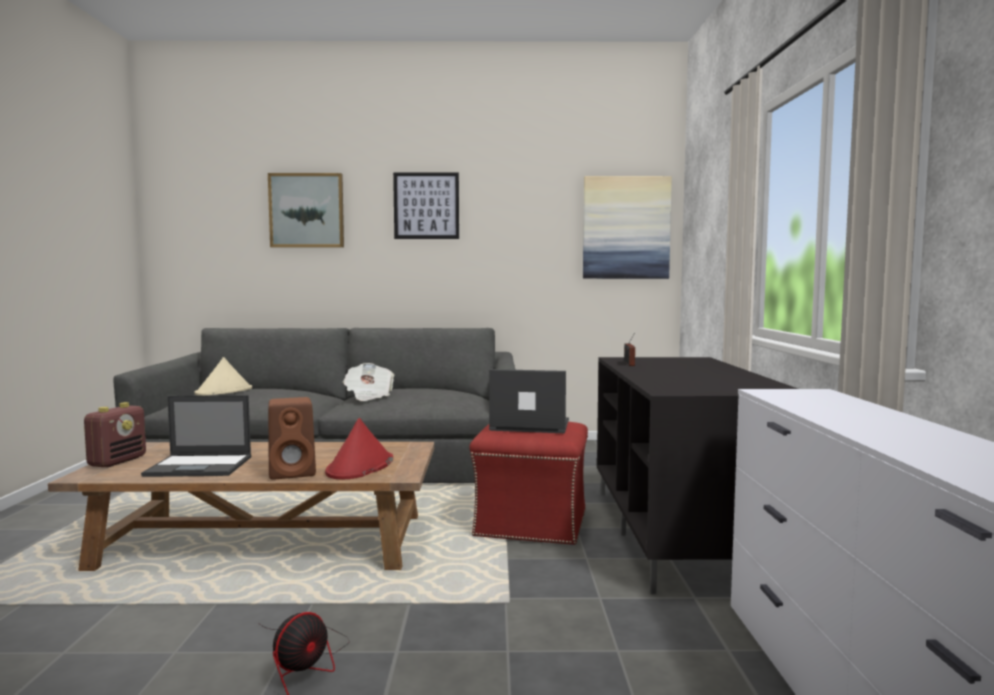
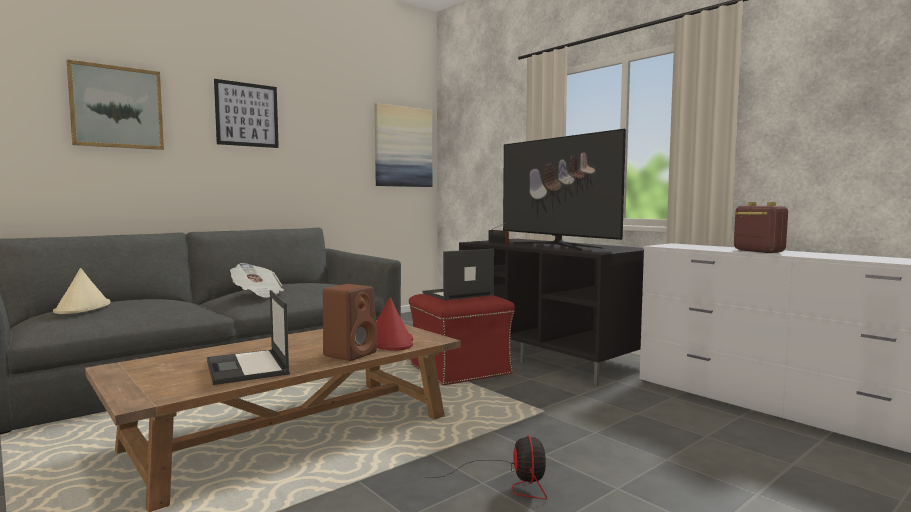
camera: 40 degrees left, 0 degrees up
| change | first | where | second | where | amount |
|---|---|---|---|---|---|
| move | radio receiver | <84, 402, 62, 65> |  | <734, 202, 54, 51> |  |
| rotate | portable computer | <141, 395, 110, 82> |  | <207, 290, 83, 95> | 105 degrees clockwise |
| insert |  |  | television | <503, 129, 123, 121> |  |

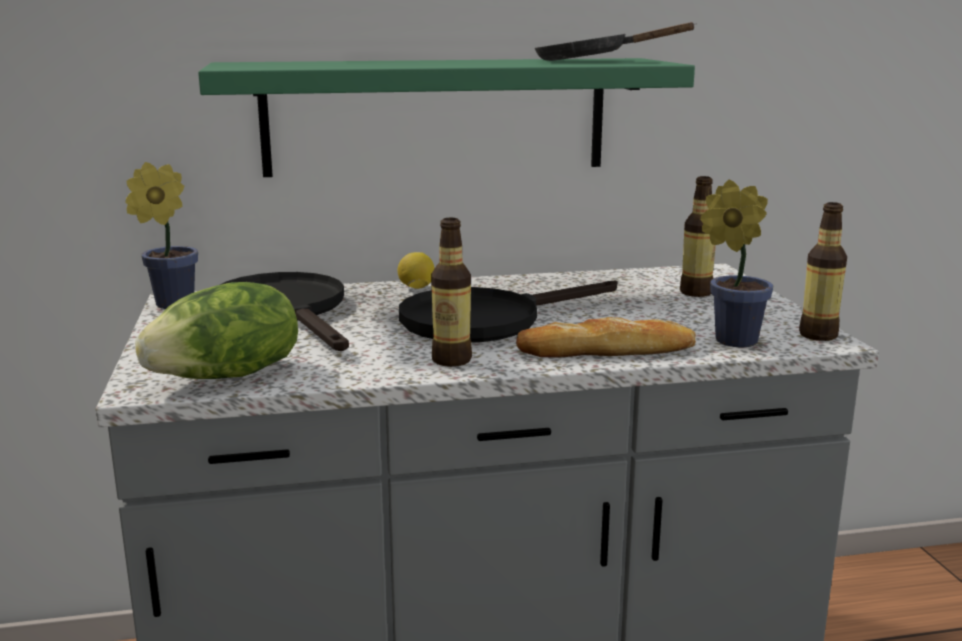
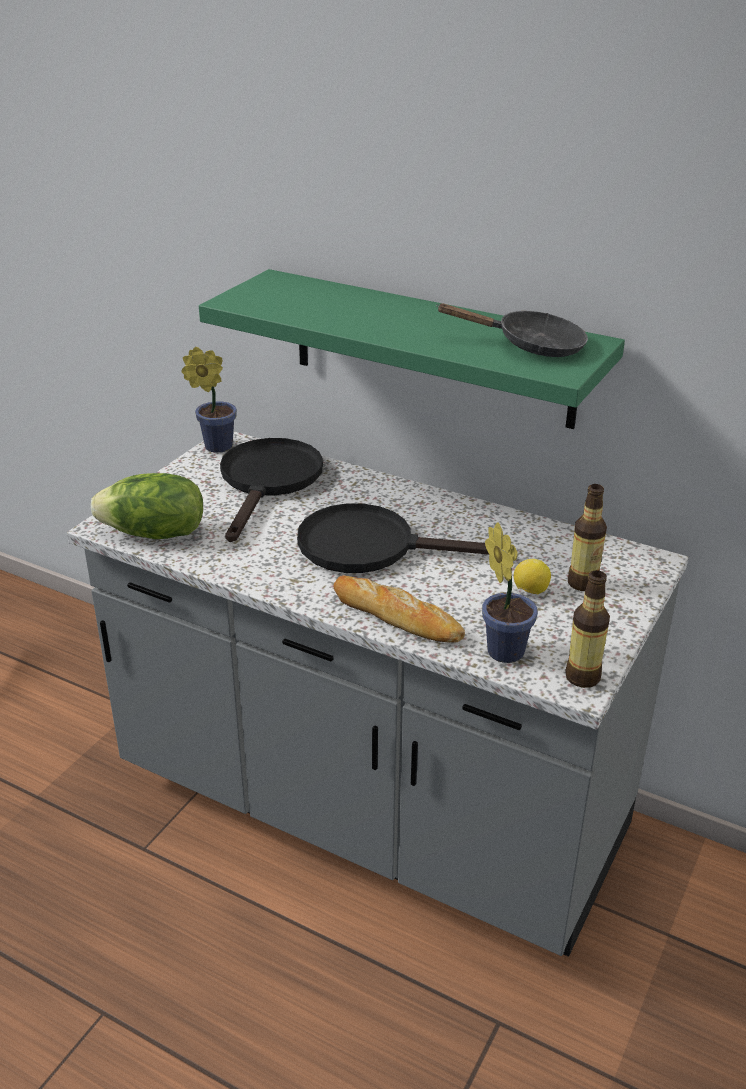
camera: 40 degrees right, 15 degrees up
| change | first | where | second | where | amount |
|---|---|---|---|---|---|
| move | whole lemon | <397, 252, 38, 37> |  | <514, 559, 37, 35> |  |
| delete | drink bottle | <431, 218, 41, 149> |  |  |  |
| rotate | black-coloured frying pan | <535, 22, 162, 39> |  | <436, 303, 152, 54> | 135 degrees clockwise |

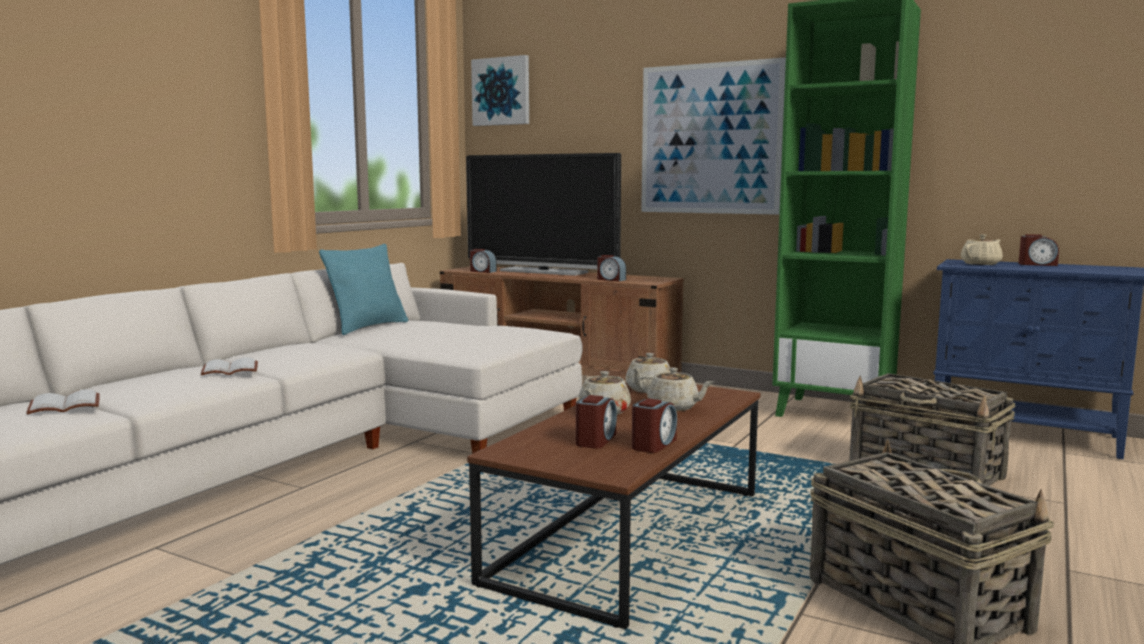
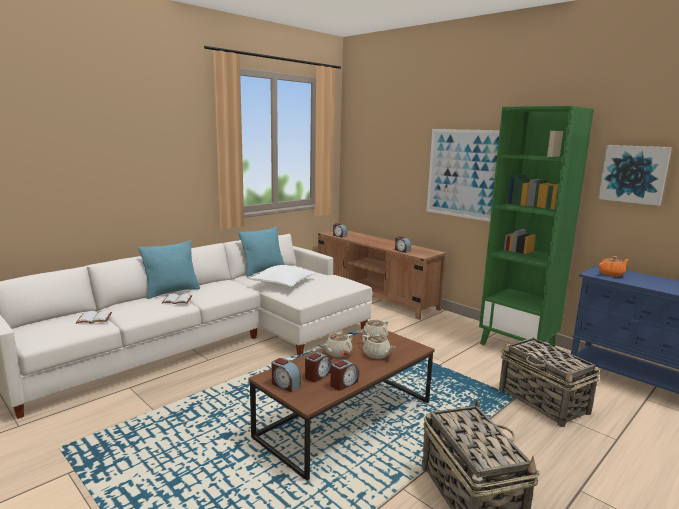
camera: 15 degrees right, 5 degrees up
| change | first | where | second | where | amount |
|---|---|---|---|---|---|
| delete | television | <466, 153, 155, 123> |  |  |  |
| move | wall art | <471, 55, 58, 71> |  | <598, 145, 74, 61> |  |
| recolor | sand-coloured tea pot | <961, 234, 42, 31> | orangey tea pot | <599, 256, 30, 20> |  |
| move | table clock | <1019, 234, 40, 32> |  | <272, 358, 29, 34> |  |
| insert |  |  | turquoise pillow | <138, 240, 62, 59> |  |
| insert |  |  | whitish pillow | <250, 265, 66, 22> |  |

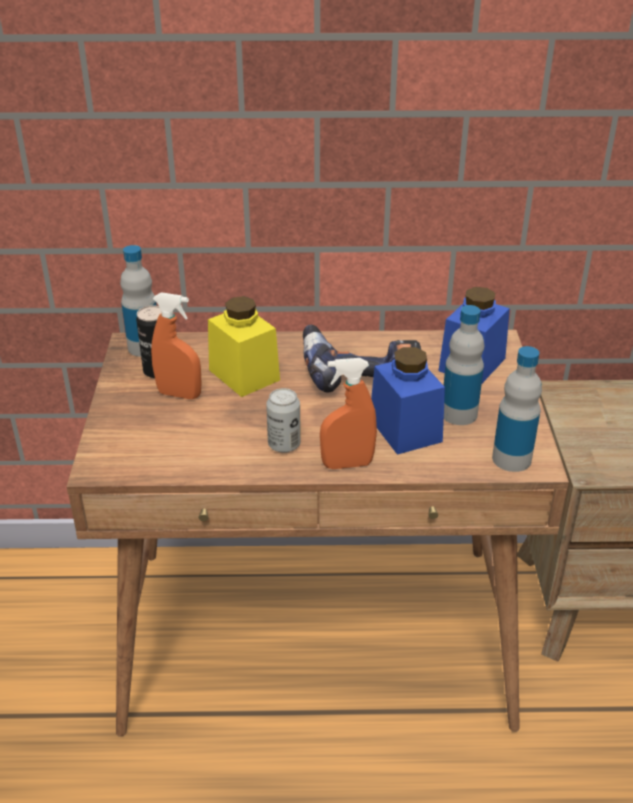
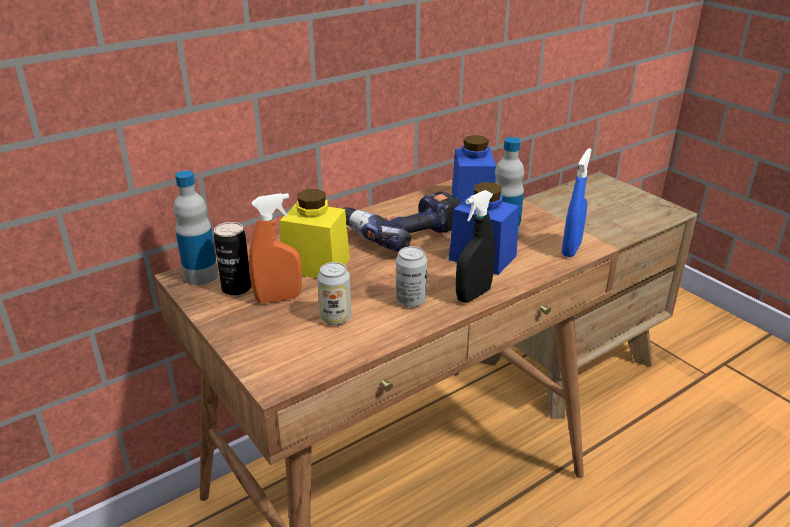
camera: 35 degrees left, 5 degrees down
| change | first | where | second | where | amount |
|---|---|---|---|---|---|
| recolor | orangey spray bottle | <320, 358, 57, 111> | black-coloured spray bottle | <456, 190, 39, 113> |  |
| replace | drink bottle | <492, 346, 50, 126> | bluish spray bottle | <562, 148, 30, 109> |  |
| insert |  |  | metal can | <317, 262, 34, 63> |  |

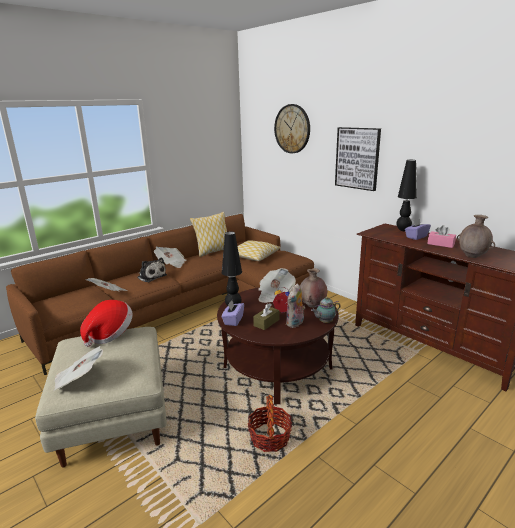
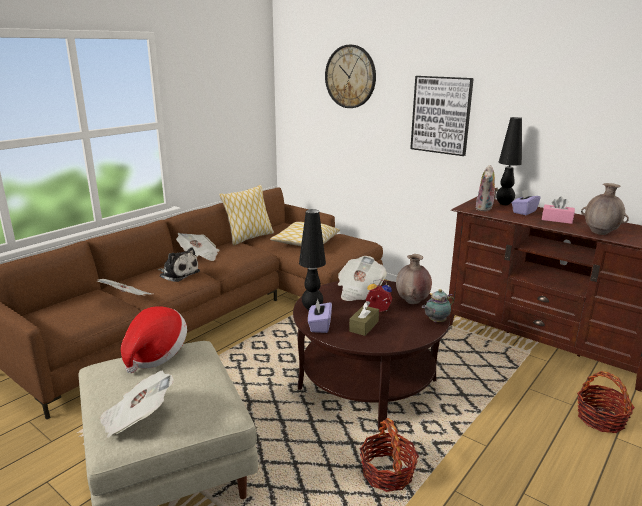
camera: 10 degrees left, 0 degrees up
| change | first | where | second | where | amount |
|---|---|---|---|---|---|
| move | soft toy | <286, 284, 19, 44> |  | <476, 165, 22, 46> |  |
| insert |  |  | household basket | <577, 371, 58, 62> |  |

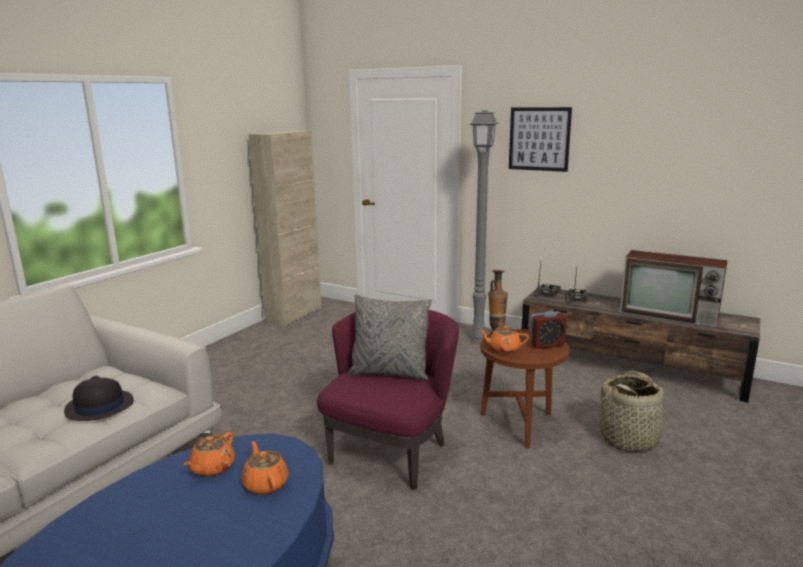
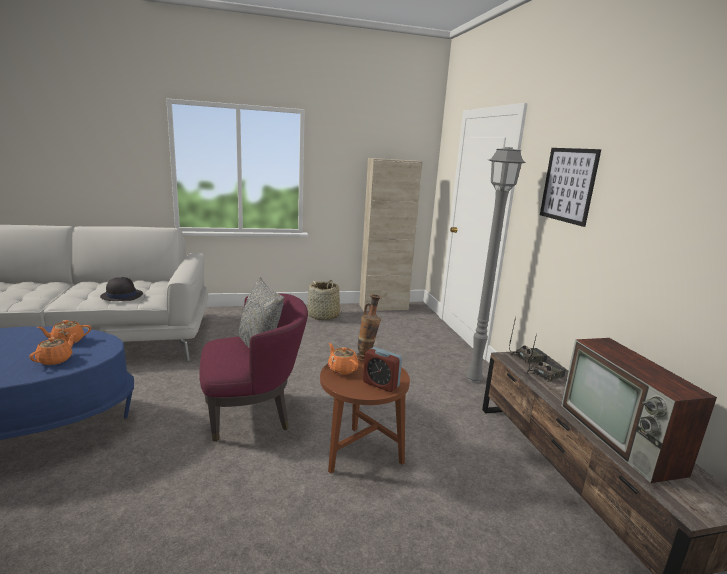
camera: 45 degrees right, 0 degrees up
| change | first | where | second | where | amount |
|---|---|---|---|---|---|
| move | household basket | <597, 370, 74, 82> |  | <308, 280, 34, 41> |  |

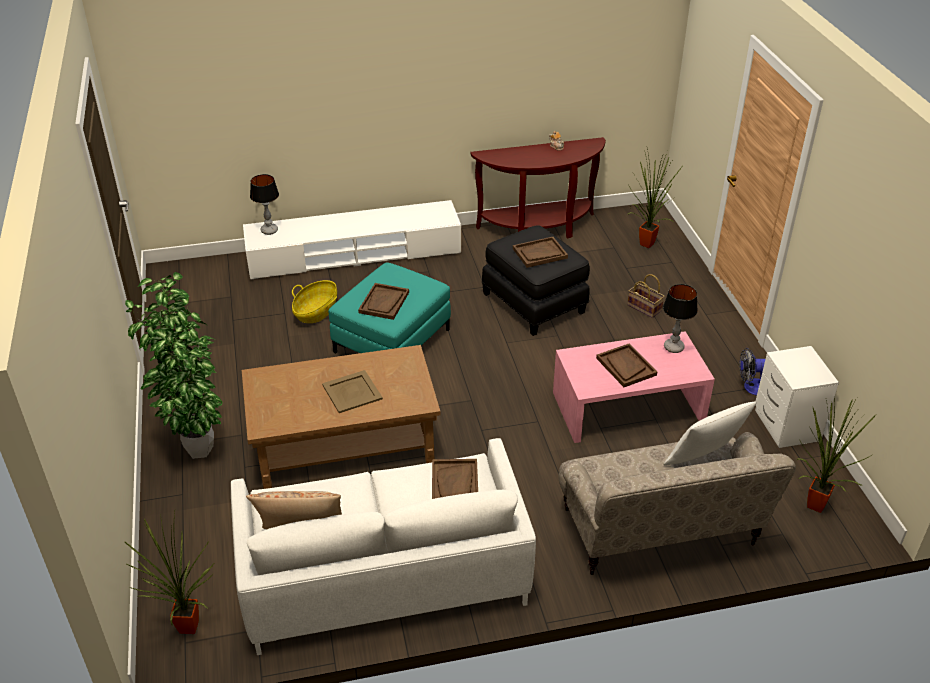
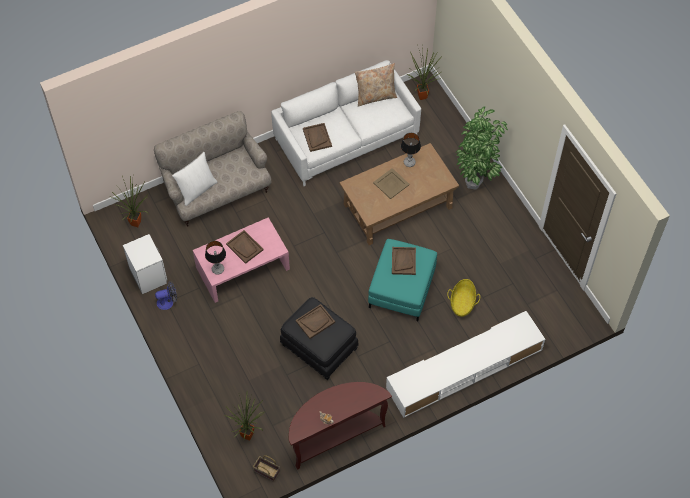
camera: 165 degrees right, 20 degrees up
| change | first | where | second | where | amount |
|---|---|---|---|---|---|
| move | table lamp | <250, 174, 29, 61> |  | <401, 133, 20, 34> |  |
| move | household basket | <627, 274, 38, 44> |  | <253, 455, 27, 27> |  |

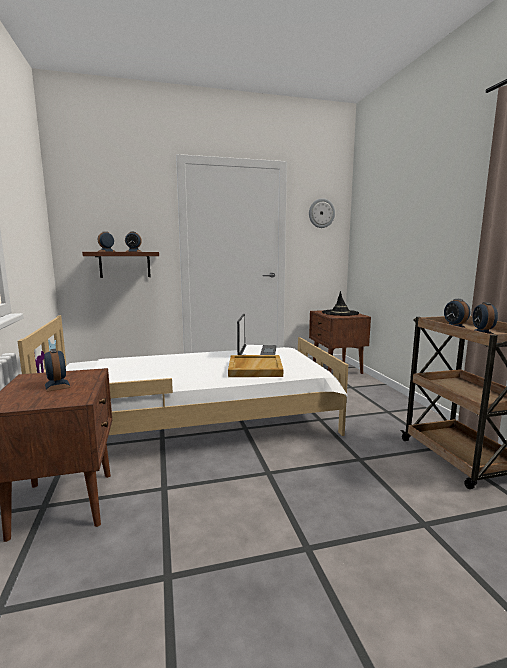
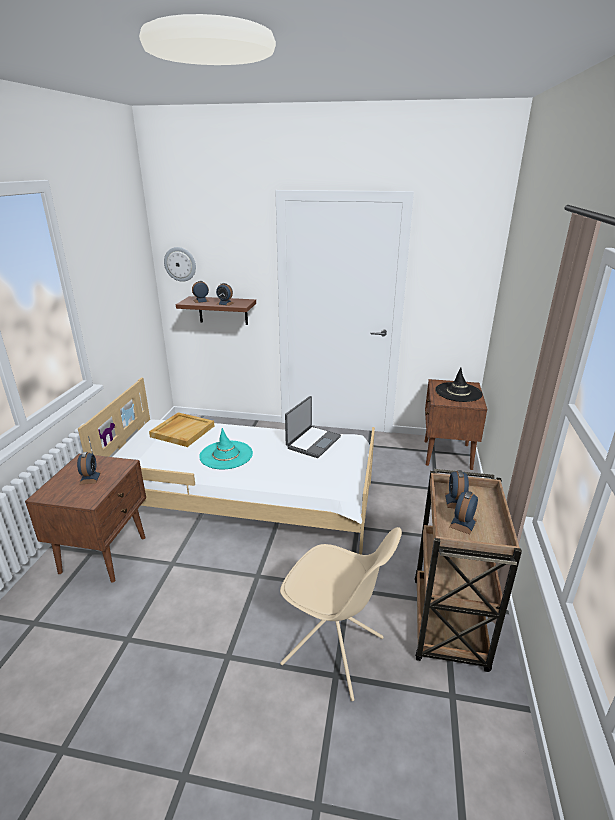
camera: 25 degrees right, 15 degrees up
| change | first | where | second | where | amount |
|---|---|---|---|---|---|
| move | sand-coloured tray | <228, 355, 55, 22> |  | <149, 412, 65, 35> |  |
| move | wall clock | <309, 198, 26, 30> |  | <164, 247, 32, 35> |  |
| insert |  |  | turquoise wearable hat | <199, 428, 54, 41> |  |
| insert |  |  | sand-coloured chair | <280, 527, 122, 174> |  |

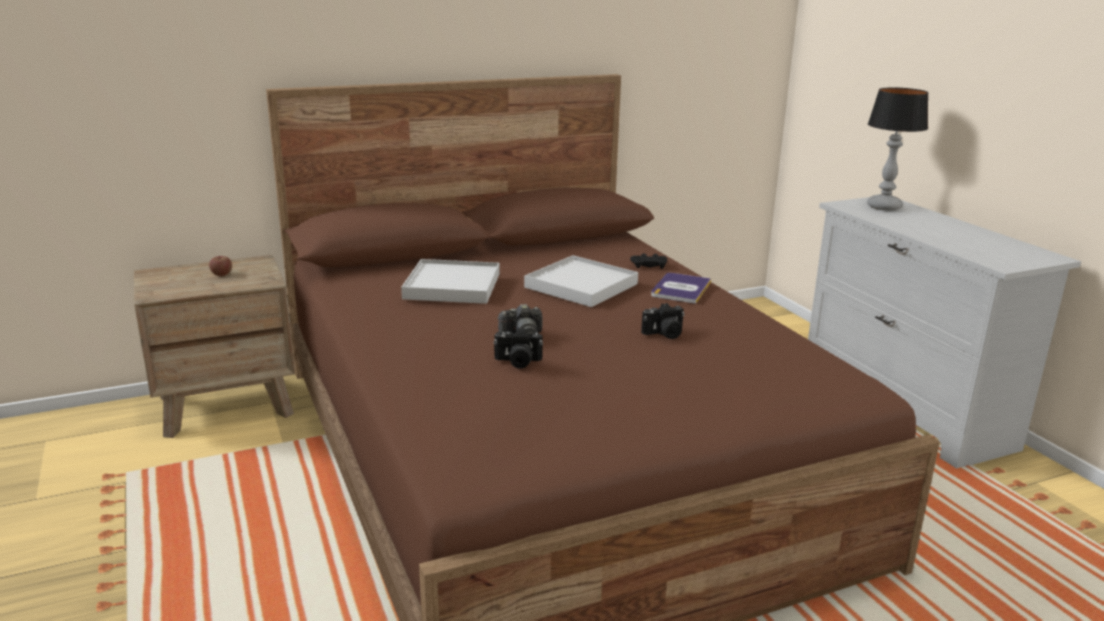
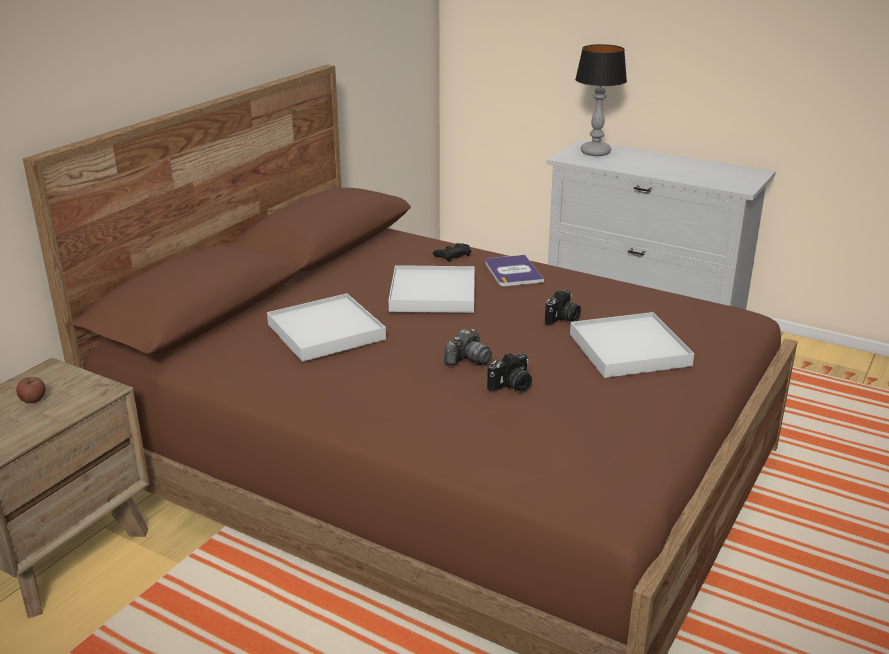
camera: 35 degrees left, 5 degrees up
| change | first | where | second | where | amount |
|---|---|---|---|---|---|
| insert |  |  | whitish tray | <570, 312, 124, 66> |  |

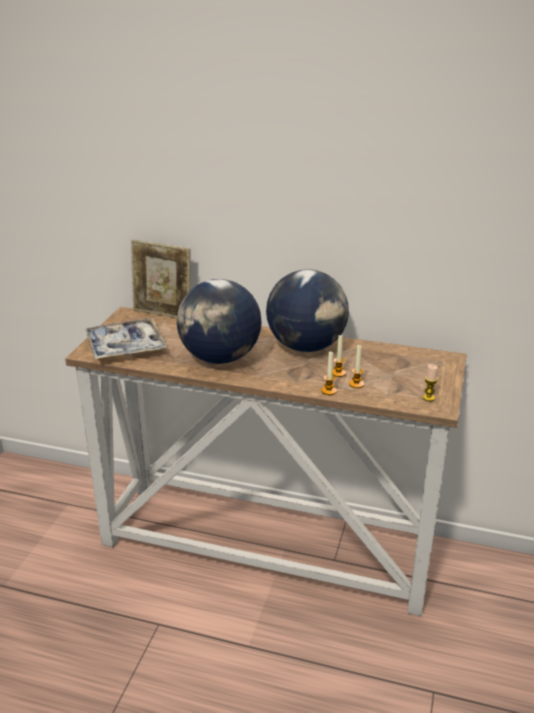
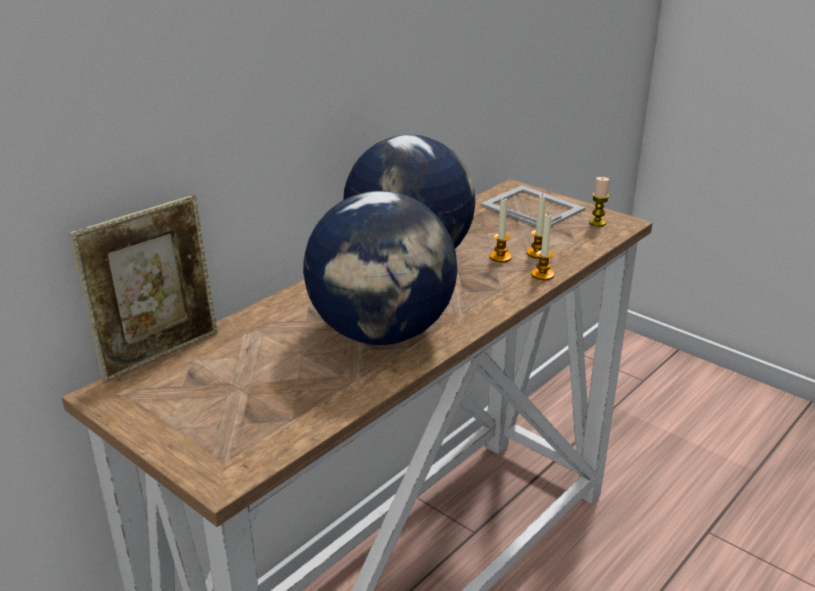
camera: 65 degrees left, 0 degrees up
| change | first | where | second | where | amount |
|---|---|---|---|---|---|
| delete | tray | <85, 318, 82, 41> |  |  |  |
| insert |  |  | standing frame | <481, 185, 104, 41> |  |

